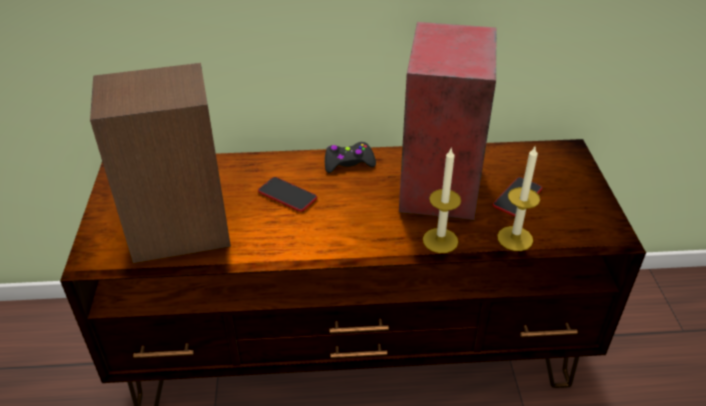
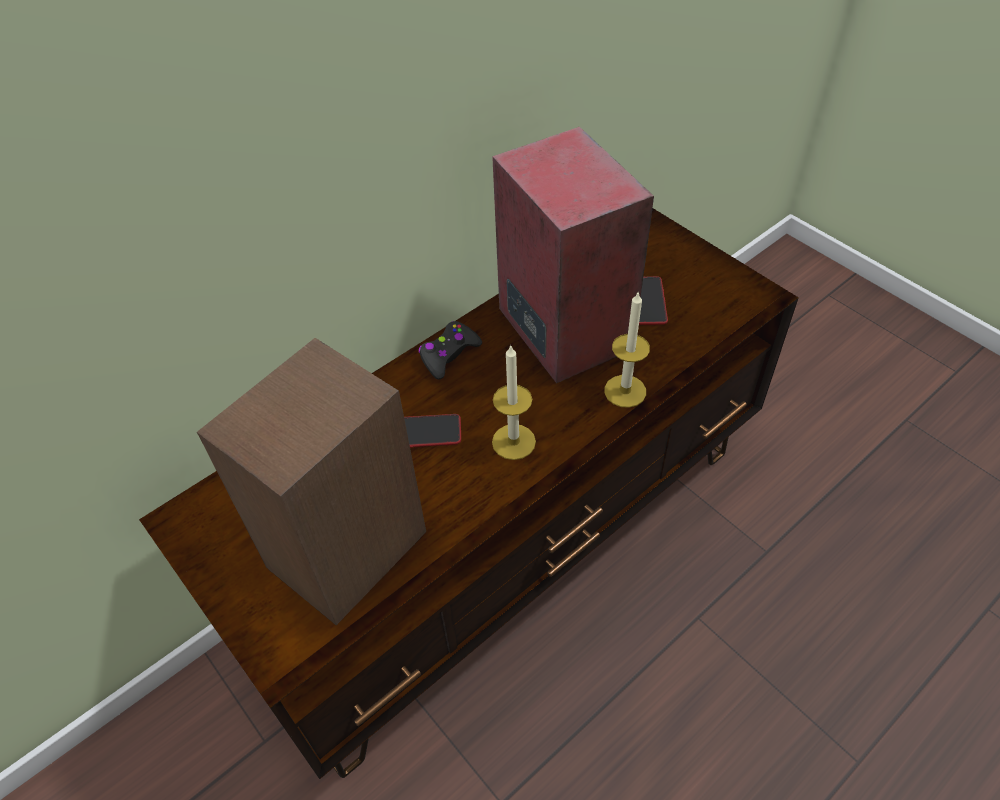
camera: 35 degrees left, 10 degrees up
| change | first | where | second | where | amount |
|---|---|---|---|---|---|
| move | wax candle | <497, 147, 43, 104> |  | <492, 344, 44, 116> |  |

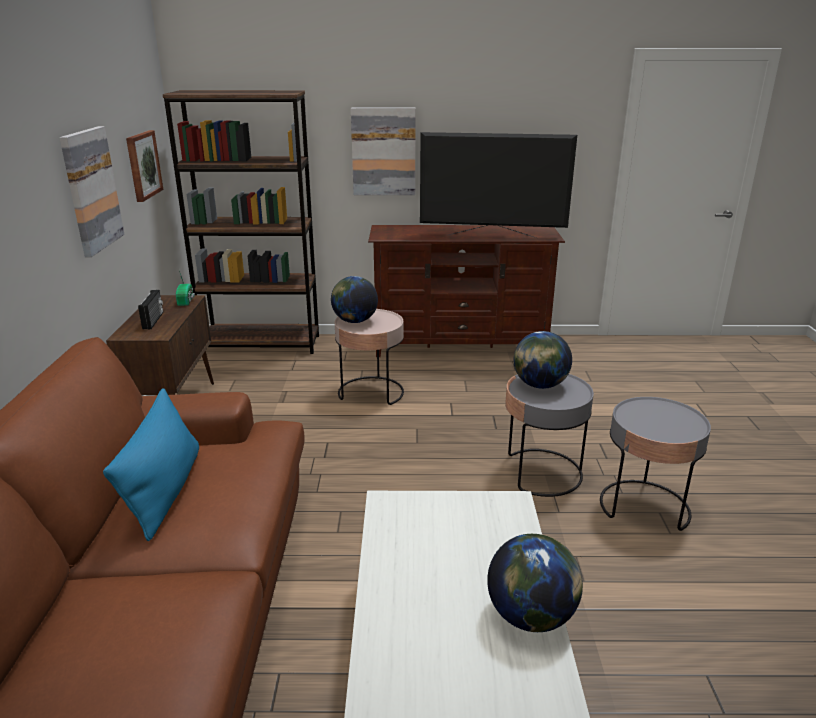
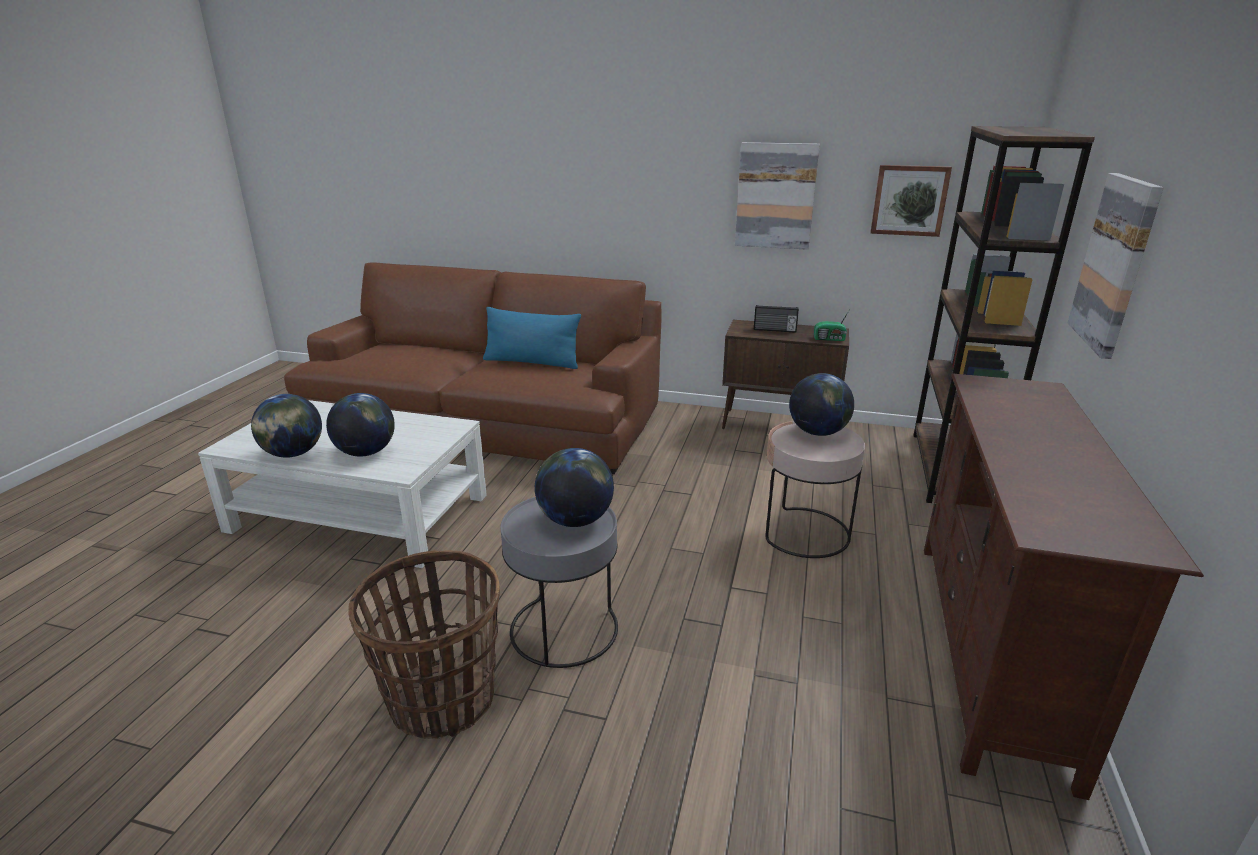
camera: 105 degrees right, 0 degrees up
| change | first | where | second | where | amount |
|---|---|---|---|---|---|
| delete | television | <420, 132, 157, 106> |  |  |  |
| replace | gray end table | <600, 397, 111, 134> | household basket | <348, 550, 152, 189> |  |
| insert |  |  | desk globe | <326, 393, 69, 64> |  |

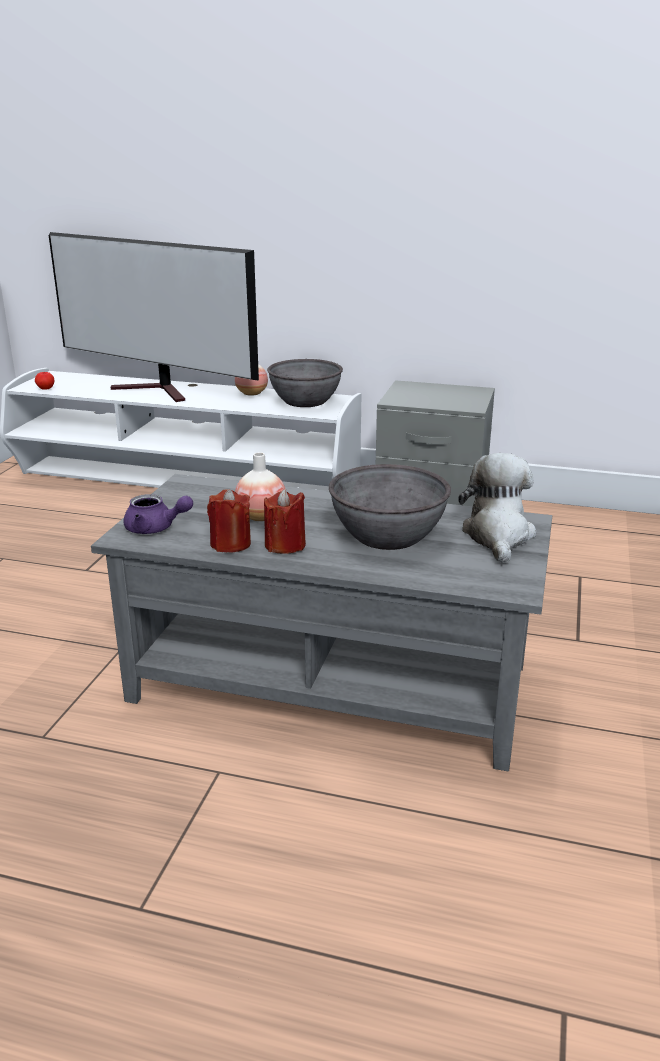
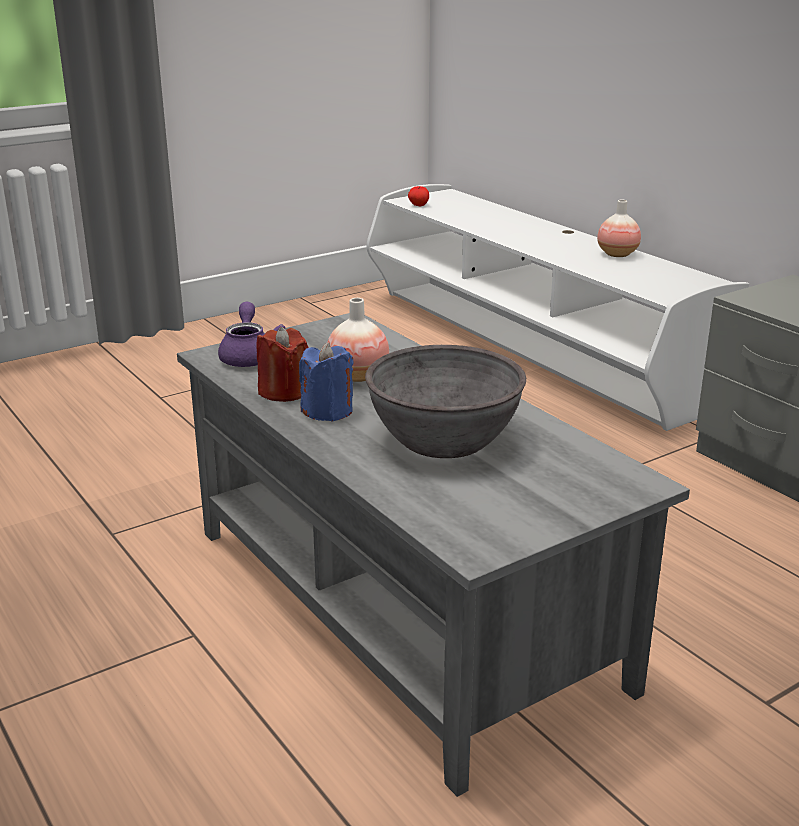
camera: 40 degrees right, 0 degrees up
| change | first | where | second | where | amount |
|---|---|---|---|---|---|
| delete | television | <49, 232, 210, 170> |  |  |  |
| rotate | purple-coloured tea pot | <123, 494, 70, 40> |  | <218, 302, 68, 65> | 150 degrees counterclockwise |
| recolor | red-coloured wax candle | <264, 489, 42, 65> | bluish wax candle | <299, 342, 55, 80> |  |
| delete | gray bowl | <267, 359, 76, 48> |  |  |  |
| delete | soft toy | <458, 453, 78, 110> |  |  |  |

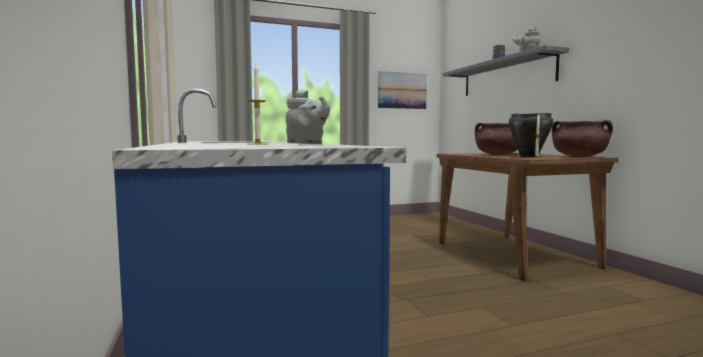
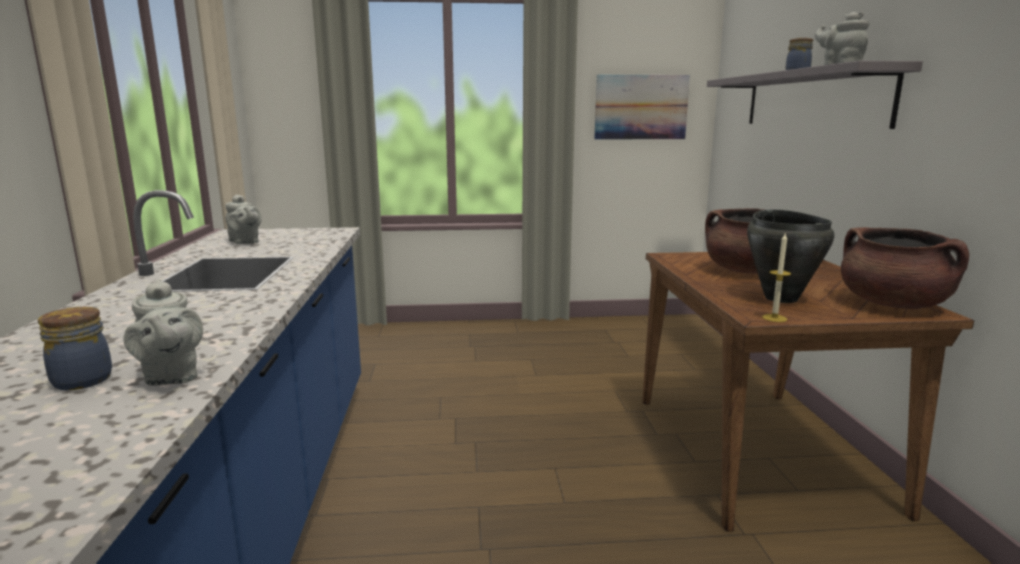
camera: 15 degrees right, 10 degrees up
| change | first | where | second | where | amount |
|---|---|---|---|---|---|
| replace | wax candle | <247, 64, 20, 81> | jar | <38, 307, 74, 83> |  |
| insert |  |  | gray tea pot | <225, 195, 37, 49> |  |

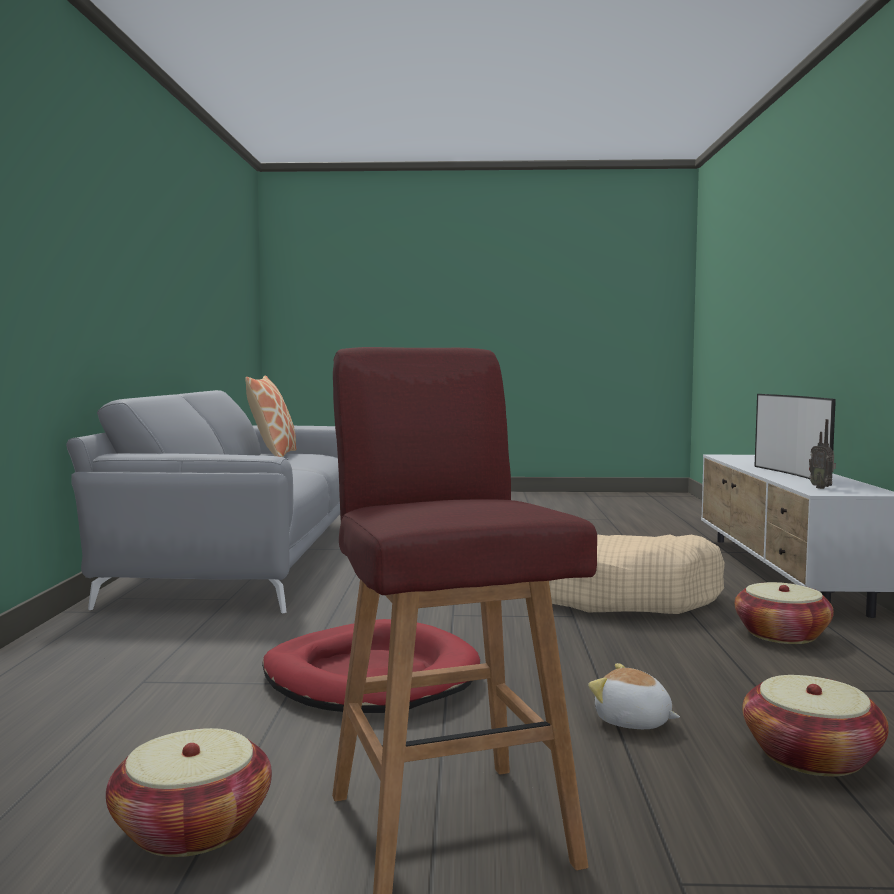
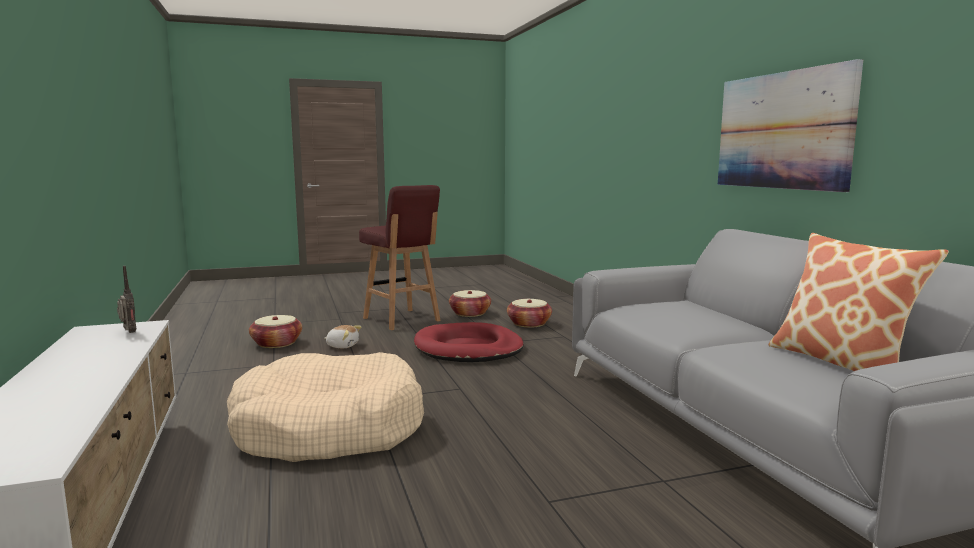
camera: 160 degrees right, 5 degrees up
| change | first | where | second | where | amount |
|---|---|---|---|---|---|
| move | household basket | <735, 582, 99, 62> |  | <507, 299, 45, 29> |  |
| delete | television | <754, 394, 82, 92> |  |  |  |
| insert |  |  | wall art | <718, 59, 145, 133> |  |

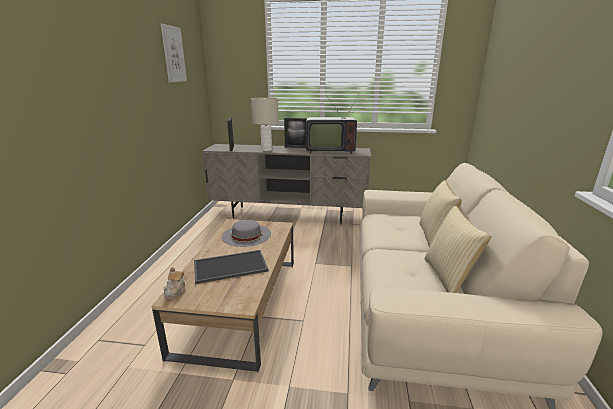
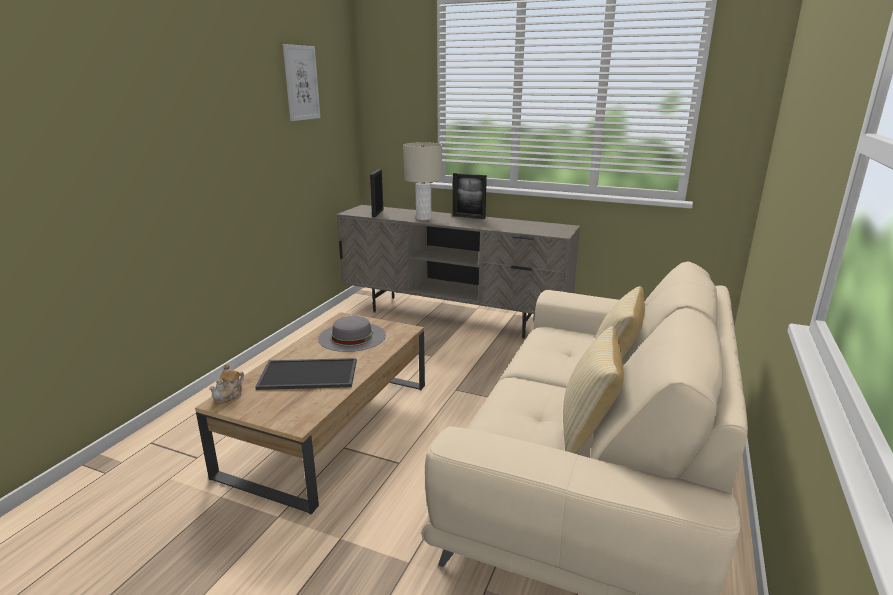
camera: 15 degrees right, 0 degrees up
| change | first | where | second | where | amount |
|---|---|---|---|---|---|
| delete | television | <306, 95, 52, 59> |  |  |  |

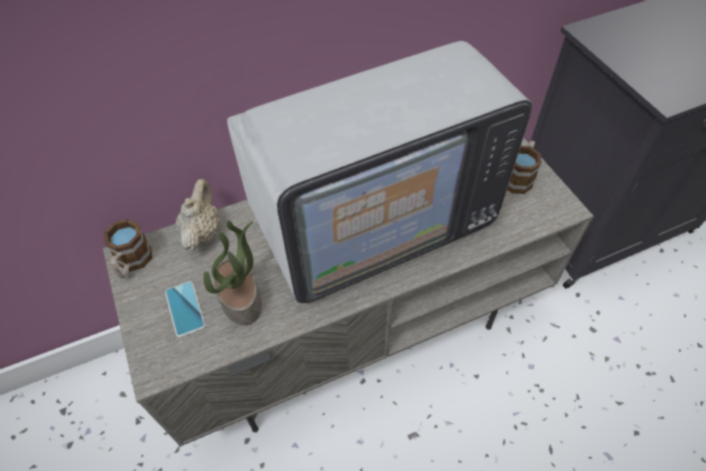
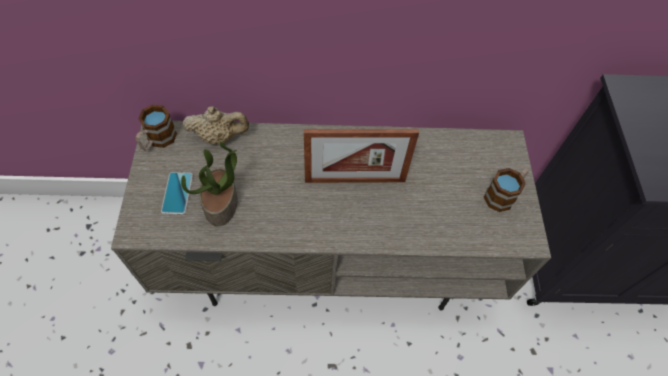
camera: 20 degrees right, 5 degrees up
| change | first | where | second | where | amount |
|---|---|---|---|---|---|
| rotate | sand-coloured tea pot | <175, 179, 45, 72> |  | <182, 106, 67, 39> | 60 degrees clockwise |
| replace | television | <227, 41, 305, 262> | standing frame | <304, 129, 115, 54> |  |

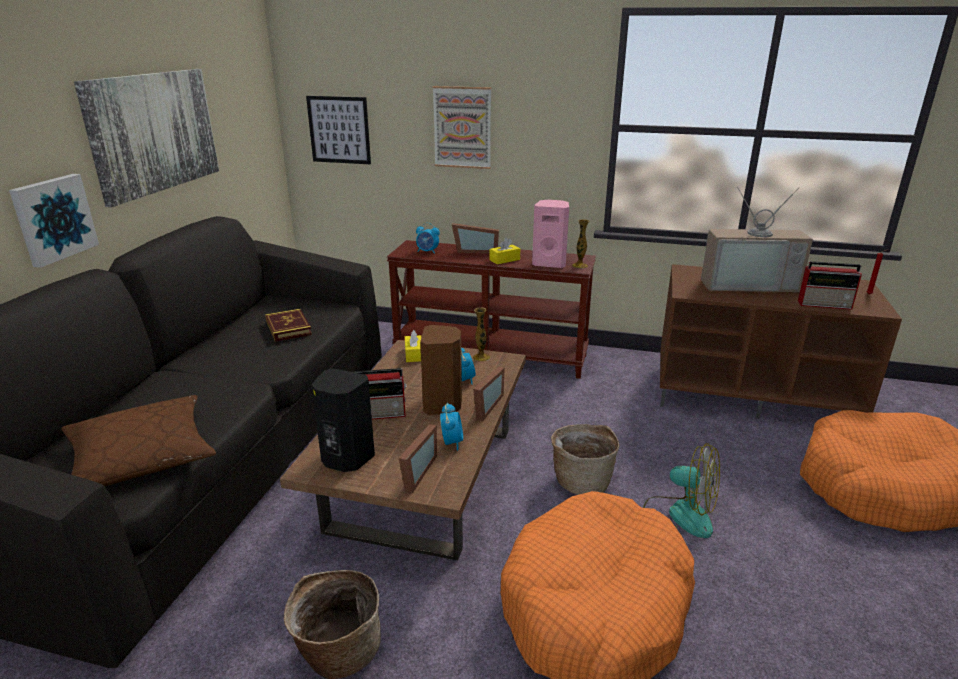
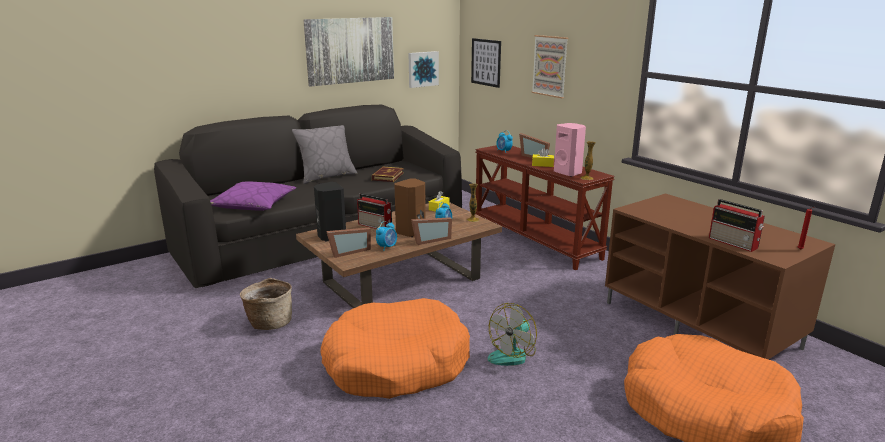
camera: 40 degrees right, 5 degrees down
| change | first | where | second | where | amount |
|---|---|---|---|---|---|
| move | wall art | <9, 174, 90, 94> |  | <409, 51, 30, 37> |  |
| recolor | brown-coloured pillow | <61, 395, 155, 91> | purple-coloured pillow | <210, 181, 86, 30> |  |
| delete | household basket | <551, 424, 68, 71> |  |  |  |
| rotate | fan | <643, 443, 77, 95> |  | <488, 303, 49, 63> | 60 degrees clockwise |
| delete | television | <701, 186, 112, 106> |  |  |  |
| insert |  |  | gray pillow | <292, 125, 65, 59> |  |

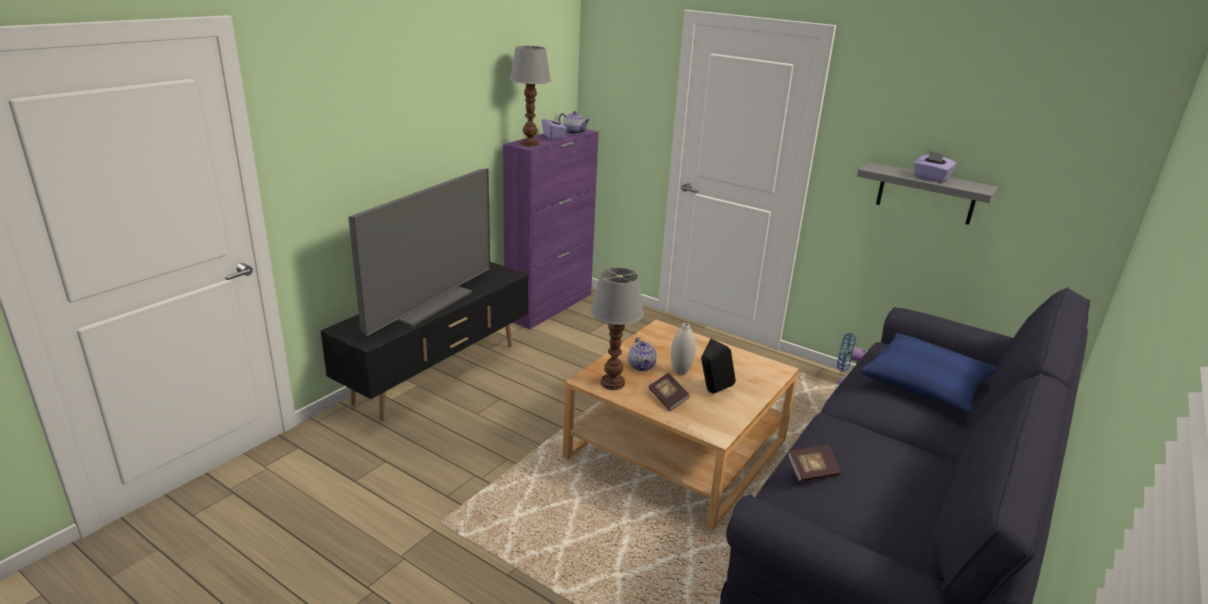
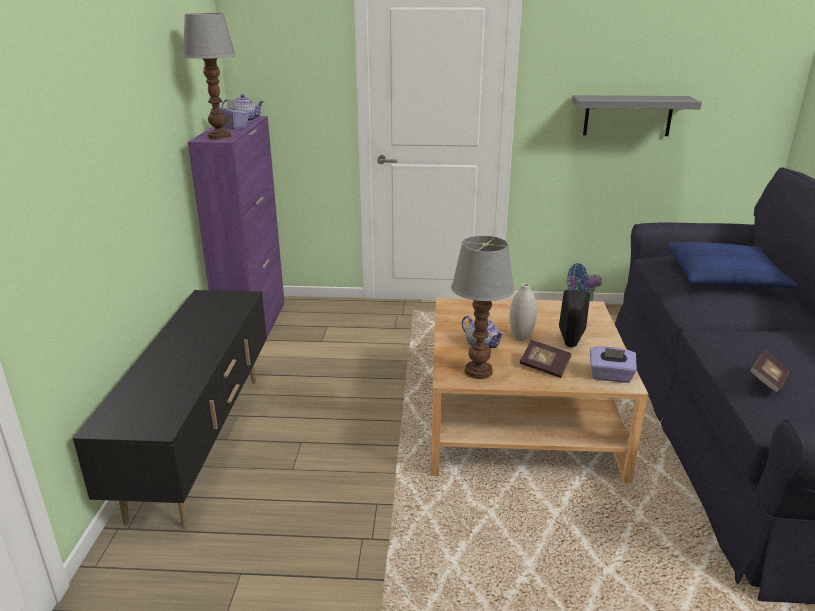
camera: 30 degrees left, 0 degrees up
| change | first | where | second | where | amount |
|---|---|---|---|---|---|
| delete | television | <348, 168, 142, 168> |  |  |  |
| move | purple-coloured tissue box | <914, 151, 43, 31> |  | <590, 347, 47, 36> |  |

